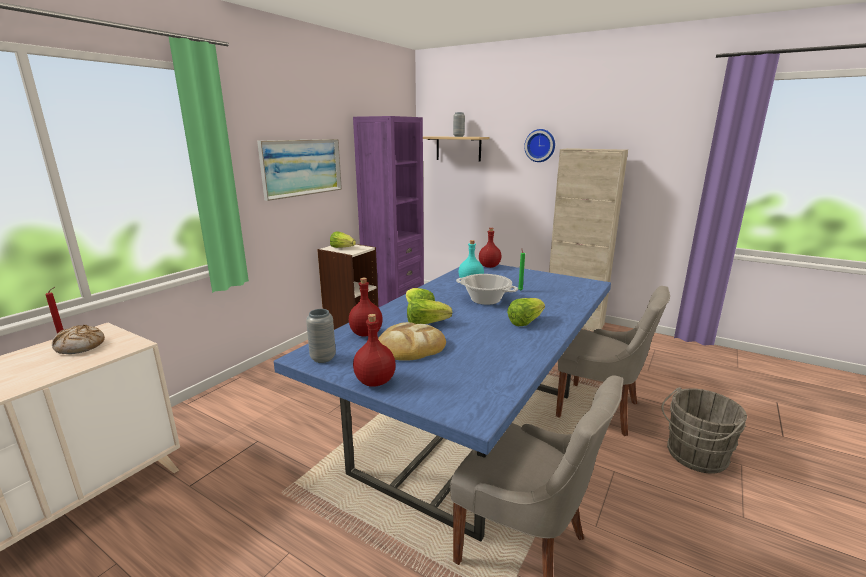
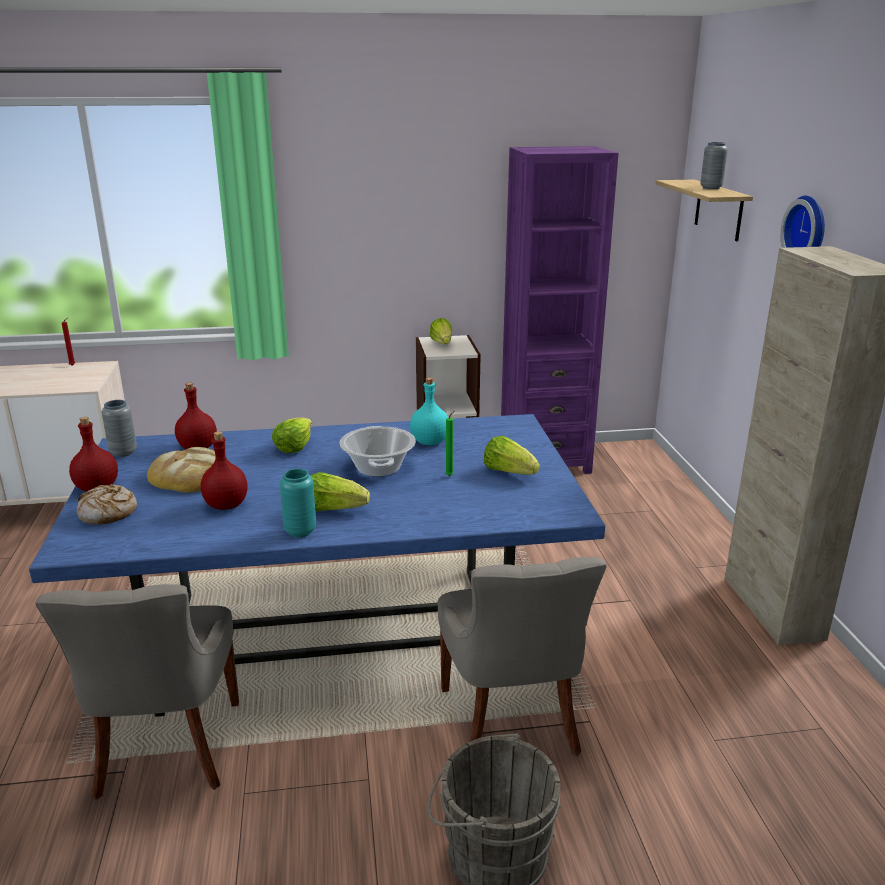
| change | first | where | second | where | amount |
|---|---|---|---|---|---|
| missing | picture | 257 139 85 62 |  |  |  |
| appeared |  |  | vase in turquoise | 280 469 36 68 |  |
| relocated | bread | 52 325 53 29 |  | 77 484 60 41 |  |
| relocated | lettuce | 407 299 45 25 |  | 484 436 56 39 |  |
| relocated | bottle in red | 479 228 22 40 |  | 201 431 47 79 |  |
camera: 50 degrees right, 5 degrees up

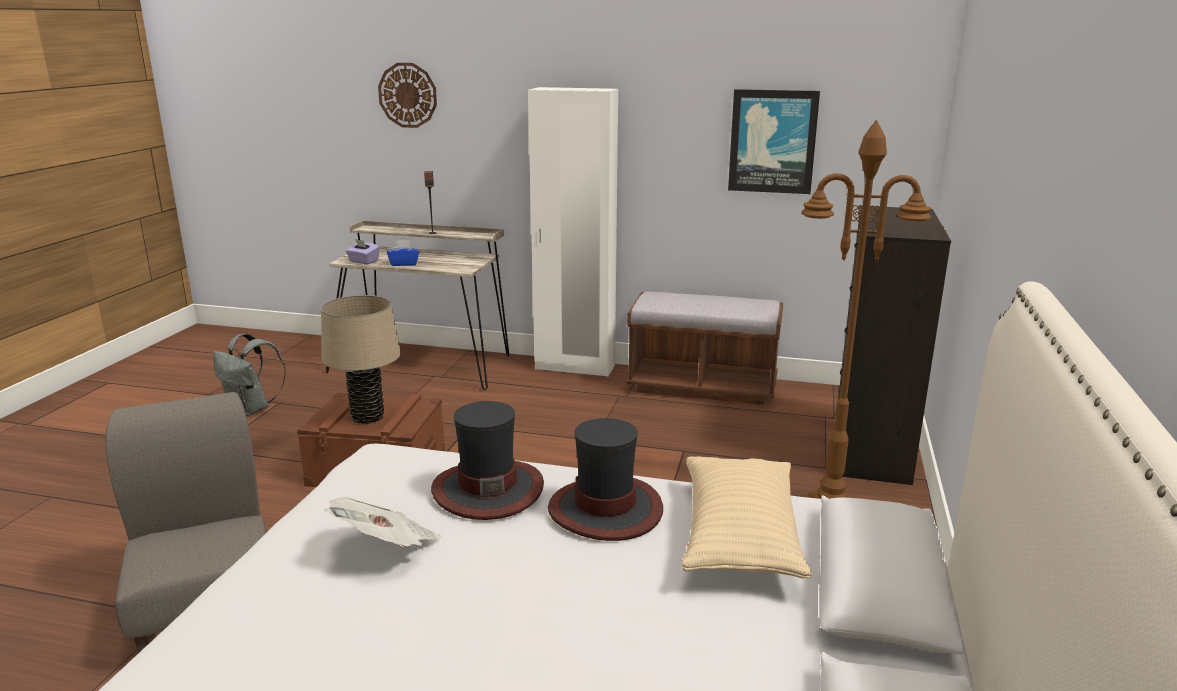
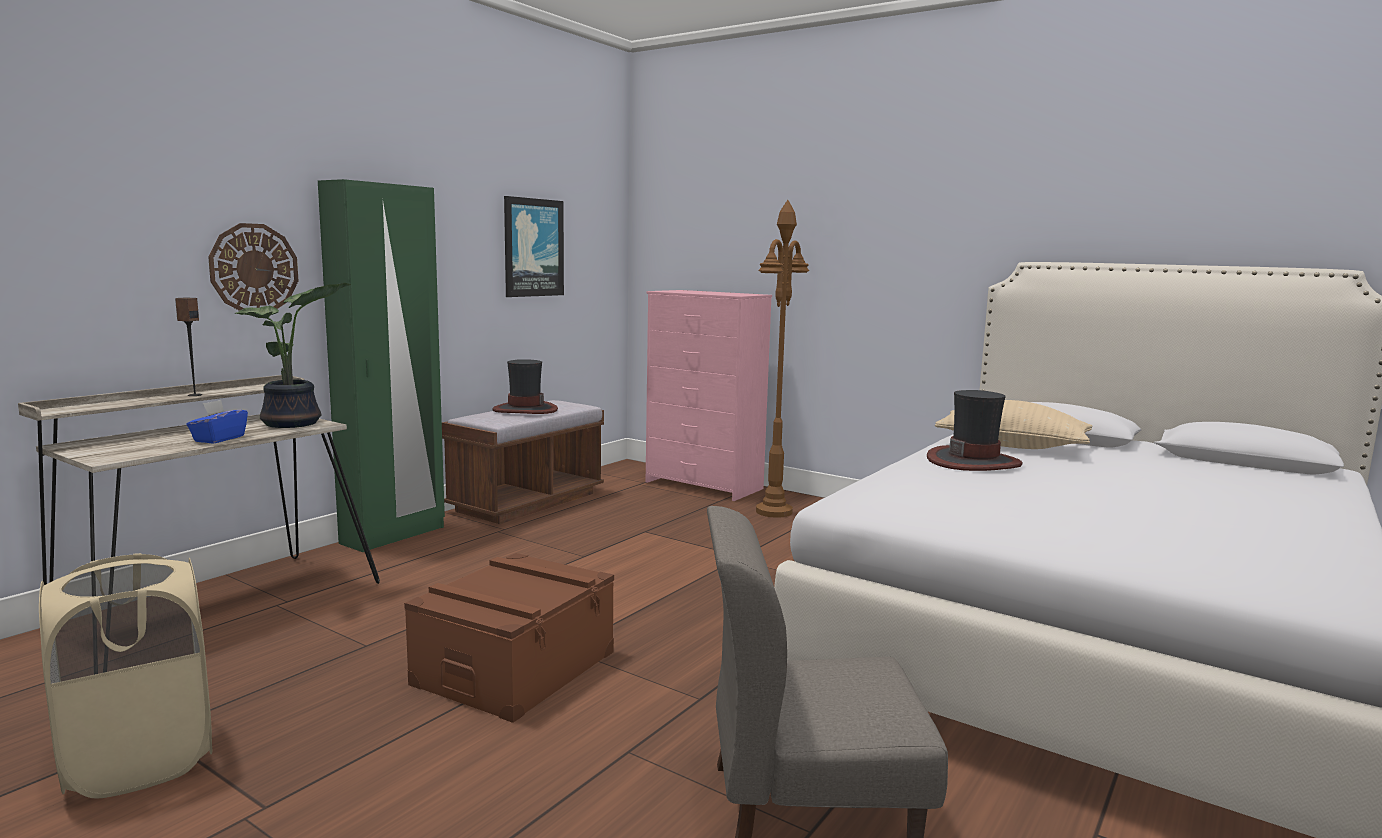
| change | first | where | second | where | amount |
|---|---|---|---|---|---|
| missing | table lamp in beige | 321 295 80 129 |  |  |  |
| missing | newspaper | 325 497 116 50 |  |  |  |
| missing | tissue box in purple | 346 239 34 26 |  |  |  |
| appeared |  |  | potted plant | 234 283 117 145 |  |
| relocated | wall clock | 378 63 59 65 |  | 208 223 90 88 |  |
| relocated | hat | 431 401 113 119 |  | 493 359 65 55 |  |
| exchanged | backpack in grey | 213 333 73 83 | laundry basket in beige | 39 553 173 246 |  |
| colour | wardrobe in white | 528 87 90 290 | wardrobe in green | 318 179 127 373 |  |
| colour | dresser in black | 835 206 116 279 | dresser in pink | 646 290 126 211 |  |
camera: 70 degrees left, 10 degrees down

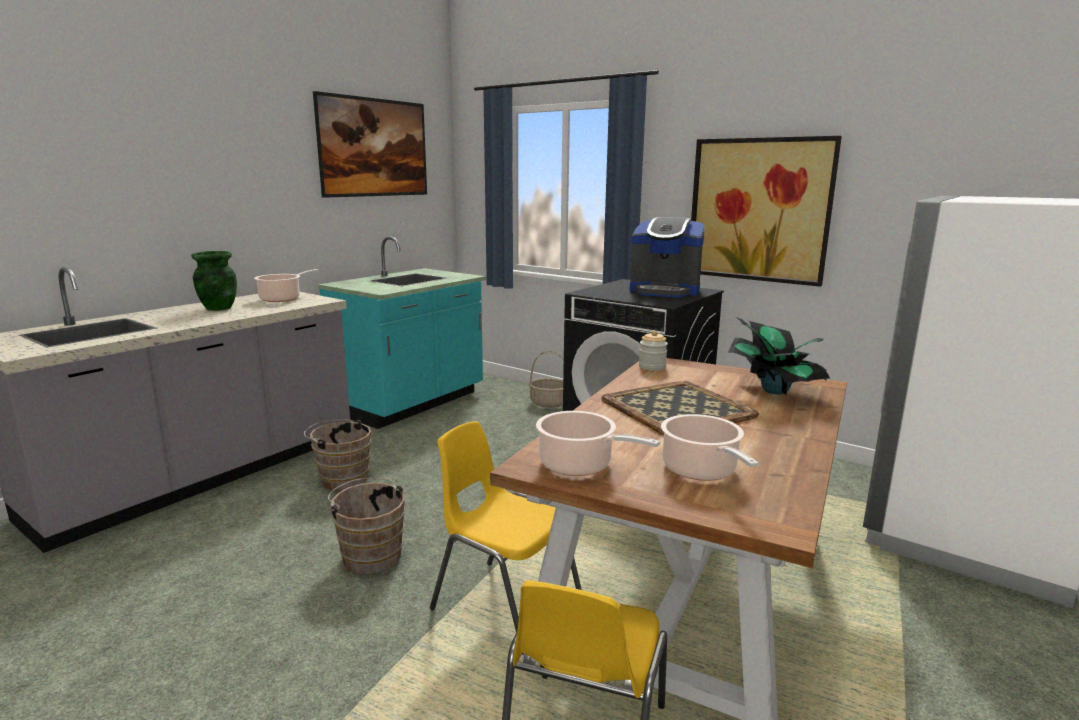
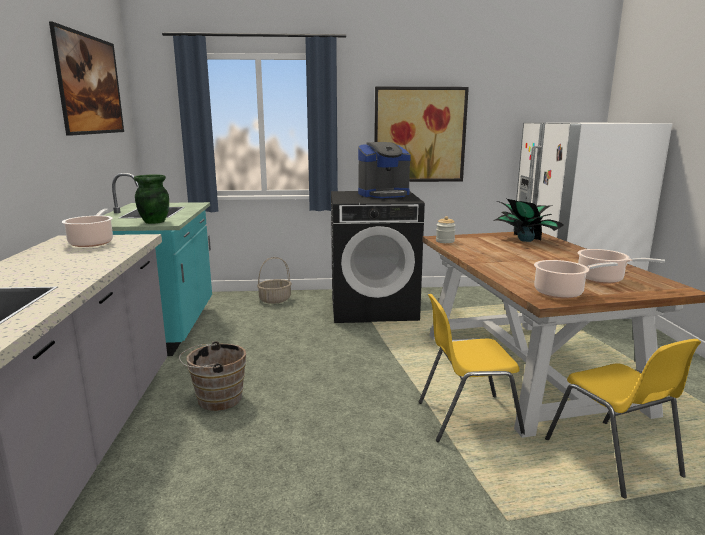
| change | first | where | second | where | amount |
|---|---|---|---|---|---|
| missing | bucket in brown | 328 478 77 96 |  |  |  |
| missing | tray | 601 381 158 54 |  |  |  |
| relocated | vase in green | 191 251 46 60 |  | 134 174 35 50 |  |
camera: 40 degrees left, 0 degrees up

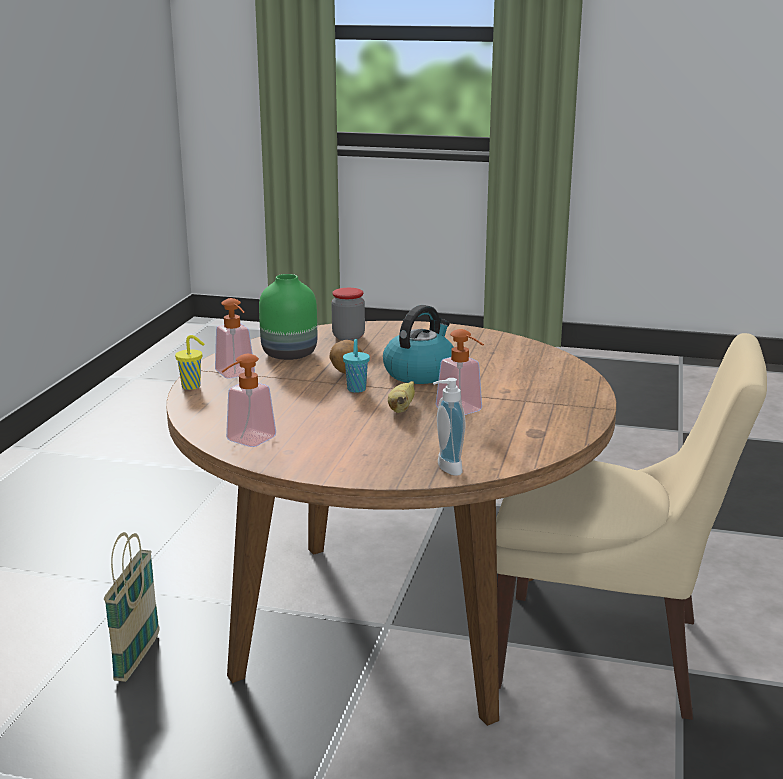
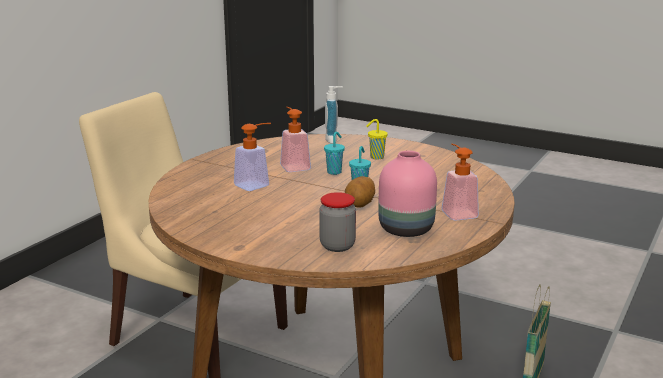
| change | first | where | second | where | amount |
|---|---|---|---|---|---|
| missing | kettle | 383 305 71 79 |  |  |  |
| relocated | cup in yellow | 175 335 29 55 |  | 366 119 22 40 |  |
| relocated | soap dispenser | 222 354 54 93 |  | 234 123 37 68 |  |
| exchanged | banana | 388 381 27 32 | cup in turquoise | 324 132 21 43 |  |
| colour | vase in green | 259 274 58 86 | vase in pink | 378 151 59 86 |  |
camera: 165 degrees left, 0 degrees up

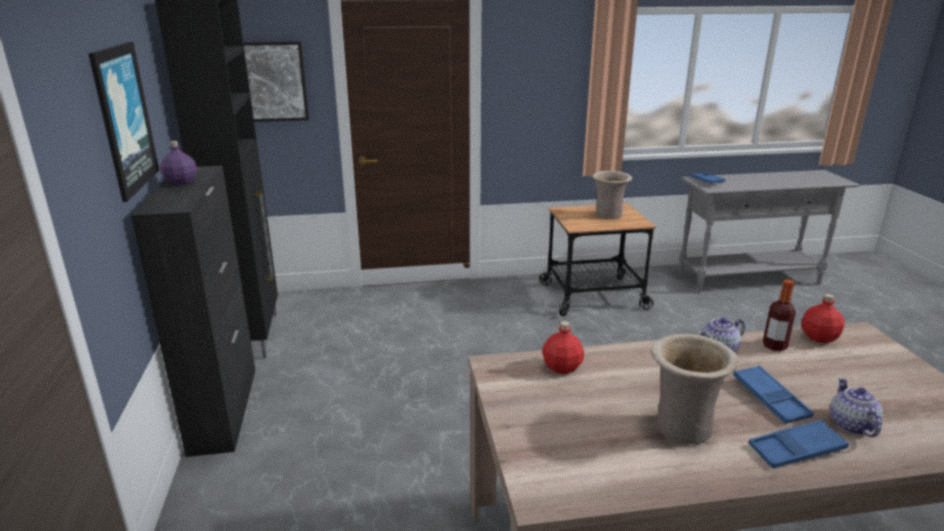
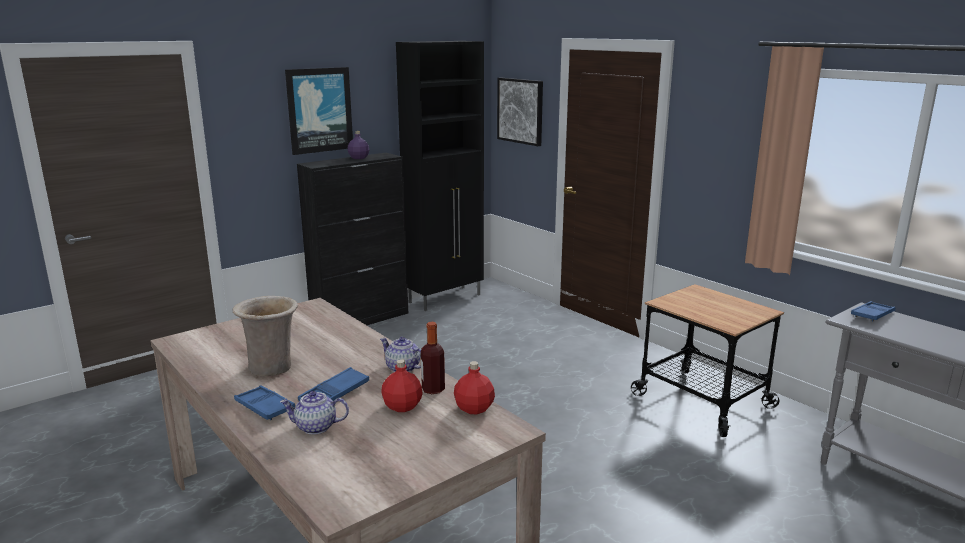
| change | first | where | second | where | amount |
|---|---|---|---|---|---|
| missing | vase in beige | 592 171 40 49 |  |  |  |
| relocated | bottle in red | 542 321 42 53 |  | 381 359 42 53 |  |
| spun | teapot | 830 377 53 60 |  | 280 391 69 44 | 150 degrees counterclockwise |
camera: 60 degrees right, 5 degrees down

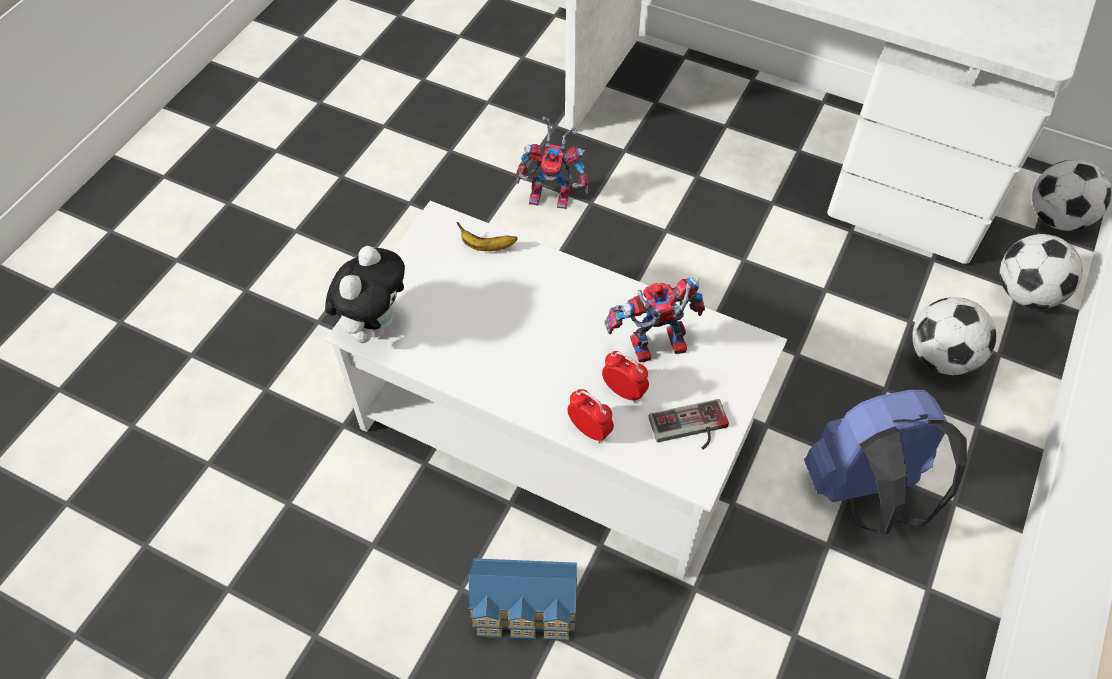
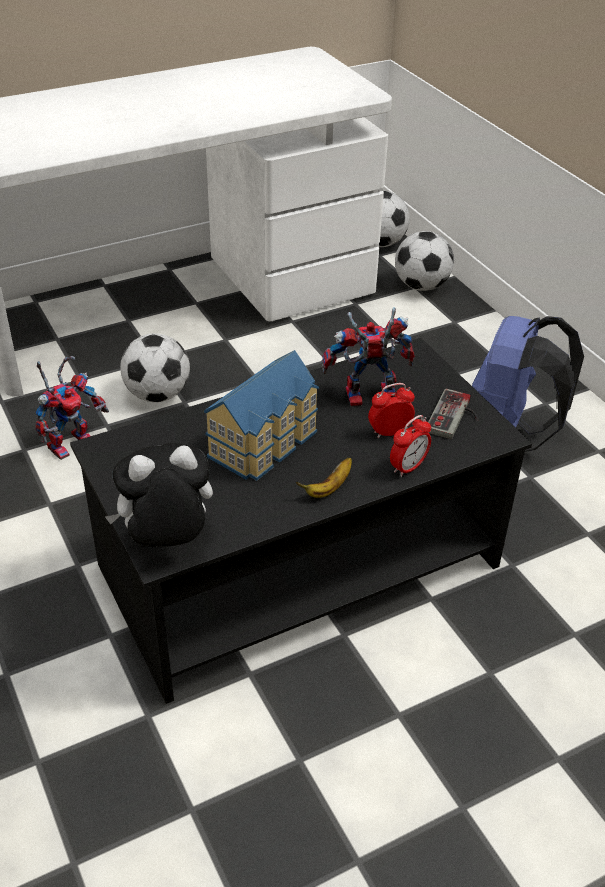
| change | first | where | second | where | amount |
|---|---|---|---|---|---|
| relocated | banana | 457 222 61 29 |  | 296 458 56 40 |  |
| relocated | toy house | 468 558 109 83 |  | 204 350 115 131 |  |
| relocated | football | 912 297 84 78 |  | 120 333 70 69 |  |
| colour | coffee table in white | 325 201 462 378 | coffee table in black | 70 338 462 366 |  |
| spun | plush toy | 325 246 80 97 |  | 105 443 108 104 | 75 degrees counterclockwise |
| spun | alarm clock | 568 389 46 54 |  | 390 415 41 62 | 150 degrees clockwise |
| spun | toy robot | 604 277 101 85 |  | 321 307 94 100 | 60 degrees clockwise |
camera: 55 degrees left, 15 degrees down

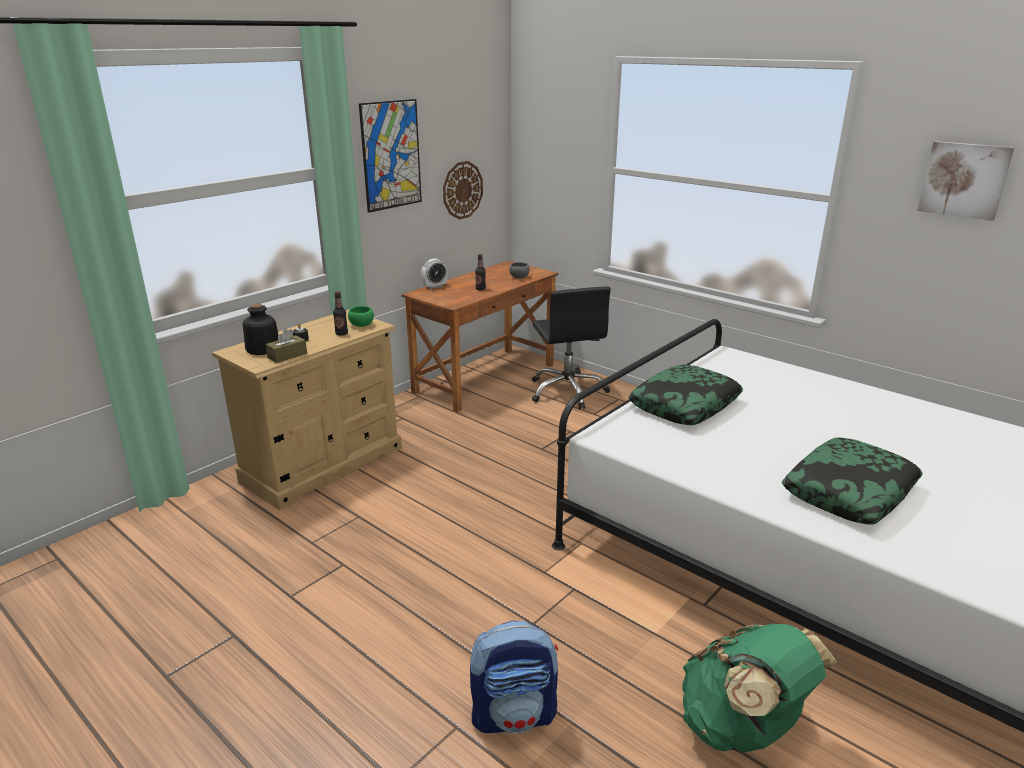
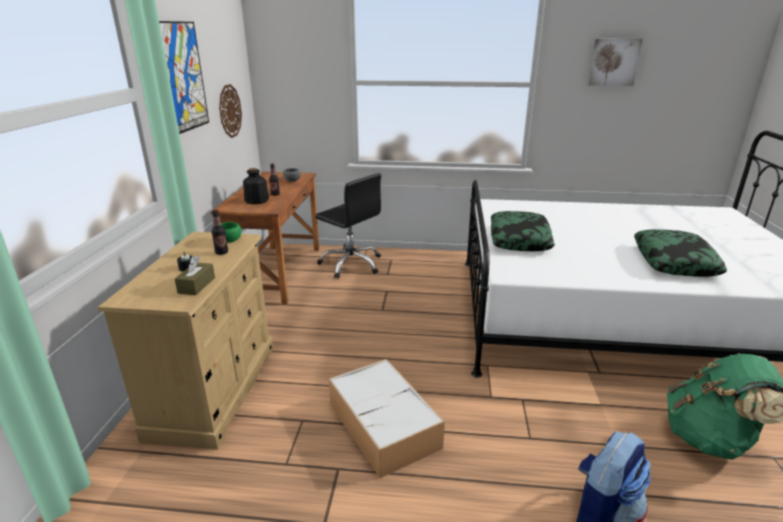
| change | first | where | second | where | amount |
|---|---|---|---|---|---|
| missing | alarm clock | 421 258 26 31 |  |  |  |
| appeared |  |  | storage box | 329 359 116 119 |  |
| relocated | bottle | 243 304 35 51 |  | 243 168 26 36 |  |
camera: 35 degrees left, 0 degrees up

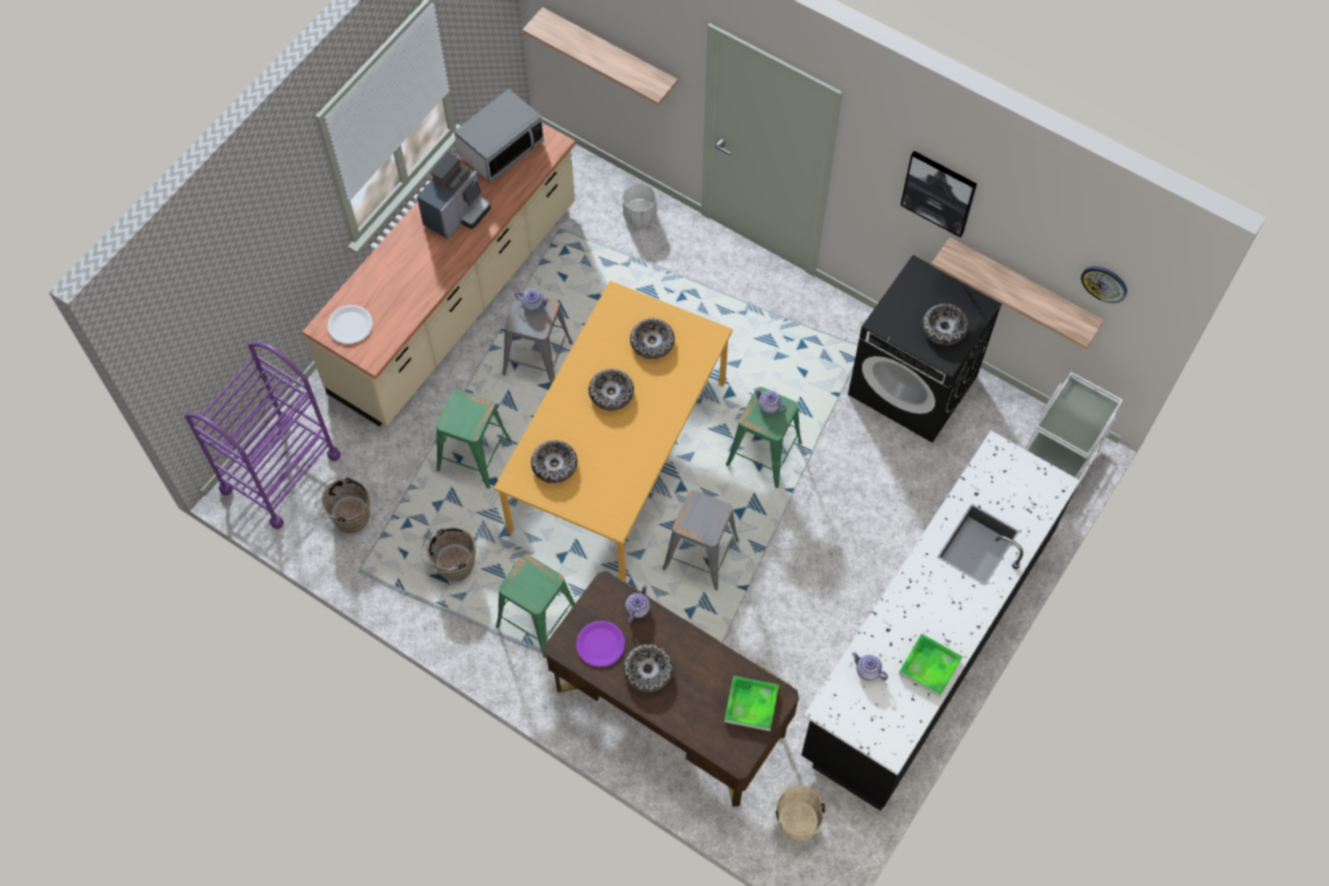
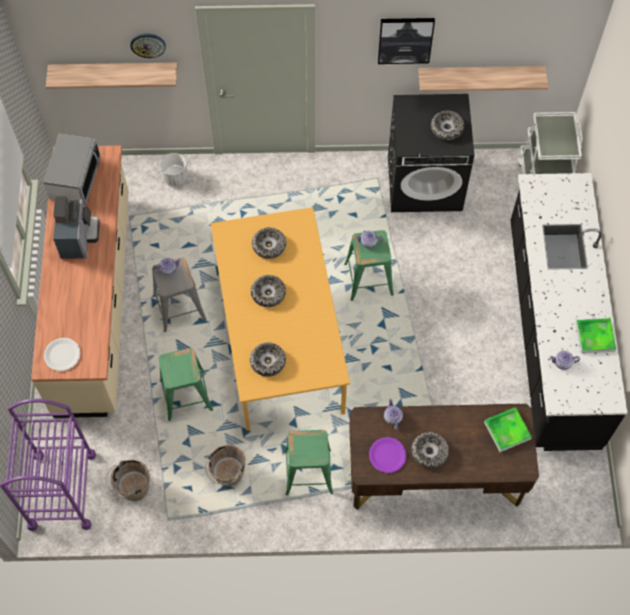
| change | first | where | second | where | amount |
|---|---|---|---|---|---|
| missing | stool in grey | 662 490 77 100 |  |  |  |
| missing | bucket in beige | 773 785 55 59 |  |  |  |
| relocated | wall clock | 1081 266 46 37 |  | 130 33 36 25 |  |
camera: 35 degrees left, 0 degrees up

